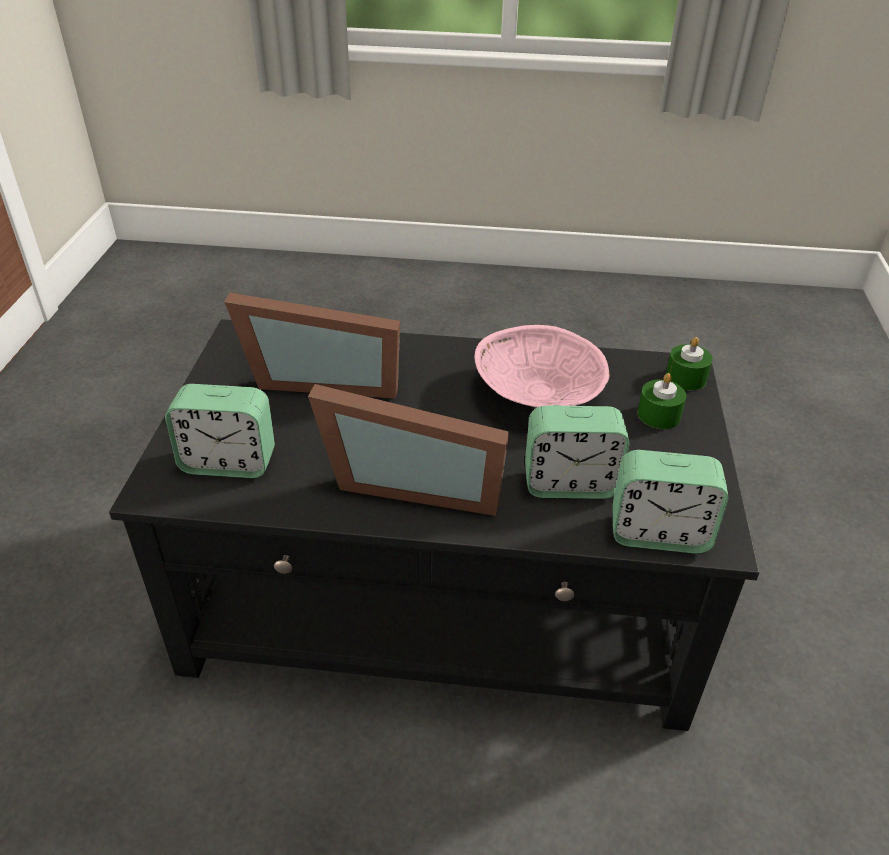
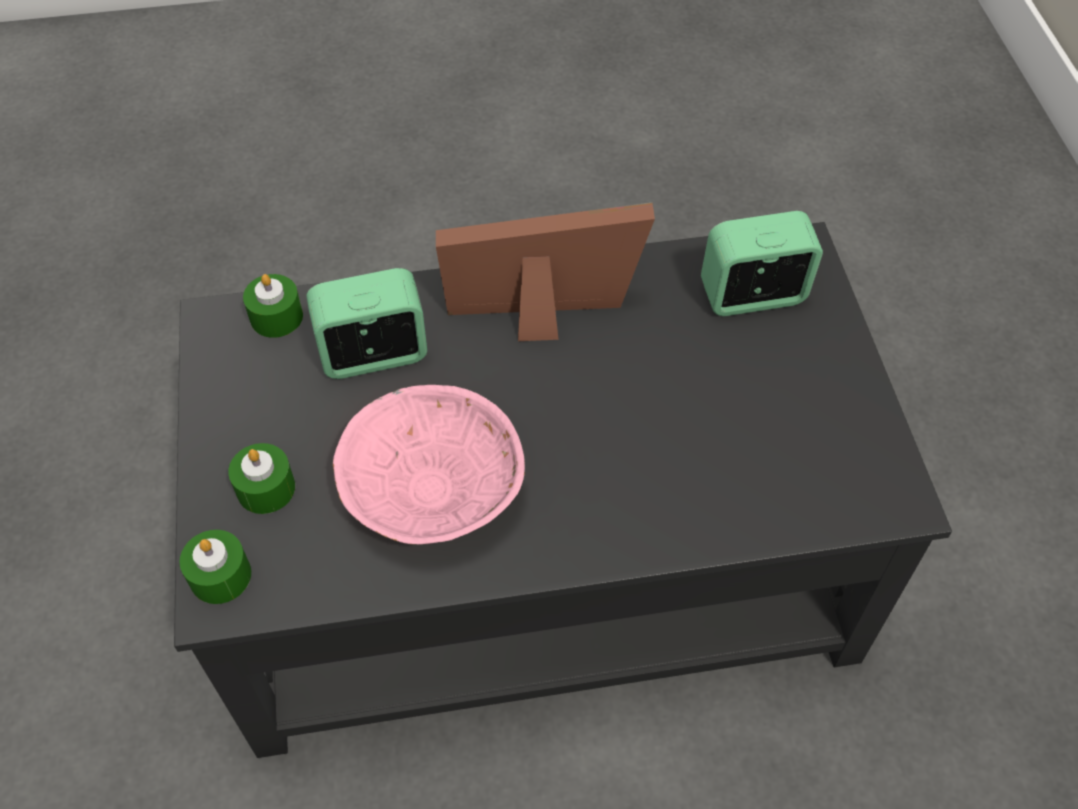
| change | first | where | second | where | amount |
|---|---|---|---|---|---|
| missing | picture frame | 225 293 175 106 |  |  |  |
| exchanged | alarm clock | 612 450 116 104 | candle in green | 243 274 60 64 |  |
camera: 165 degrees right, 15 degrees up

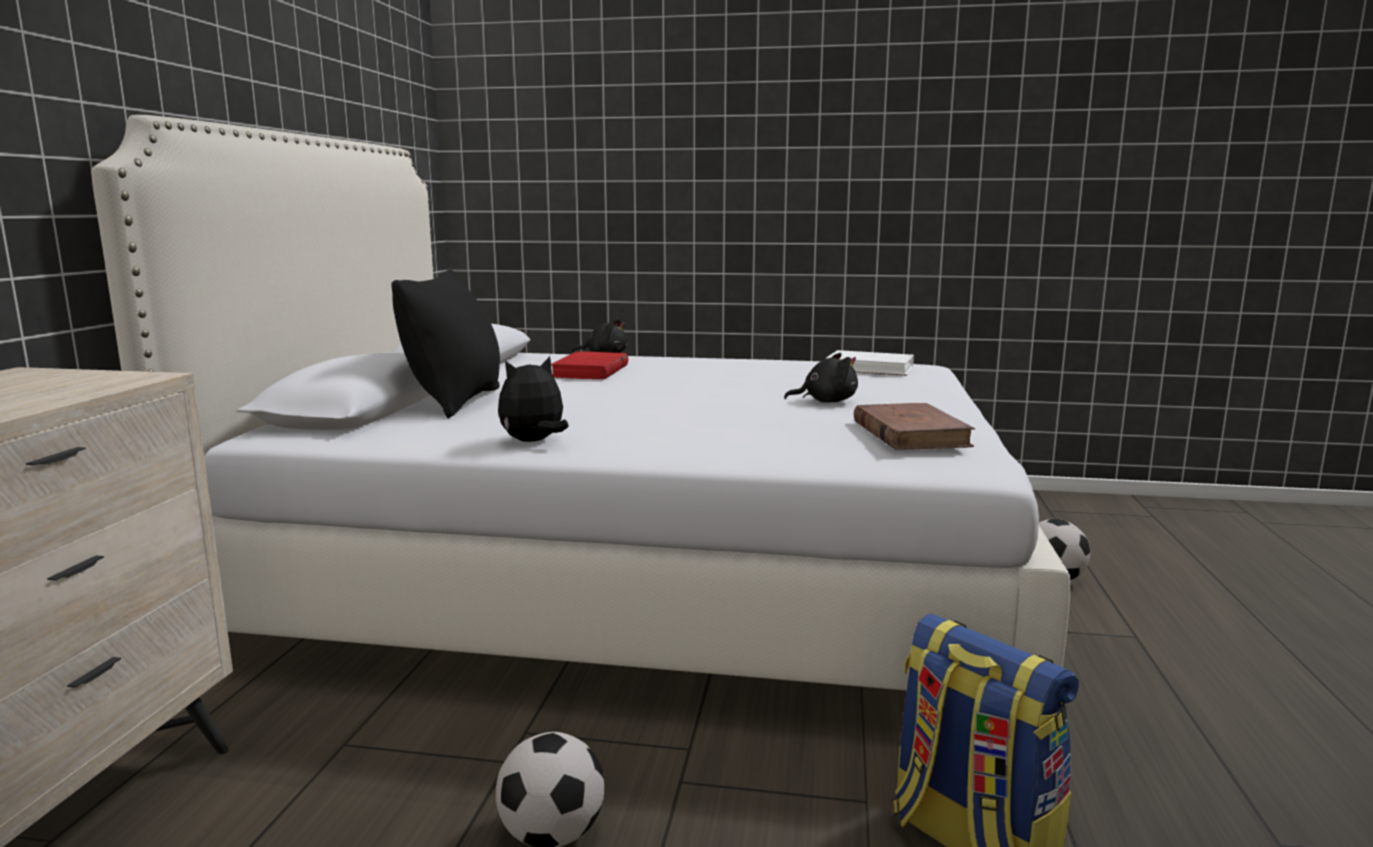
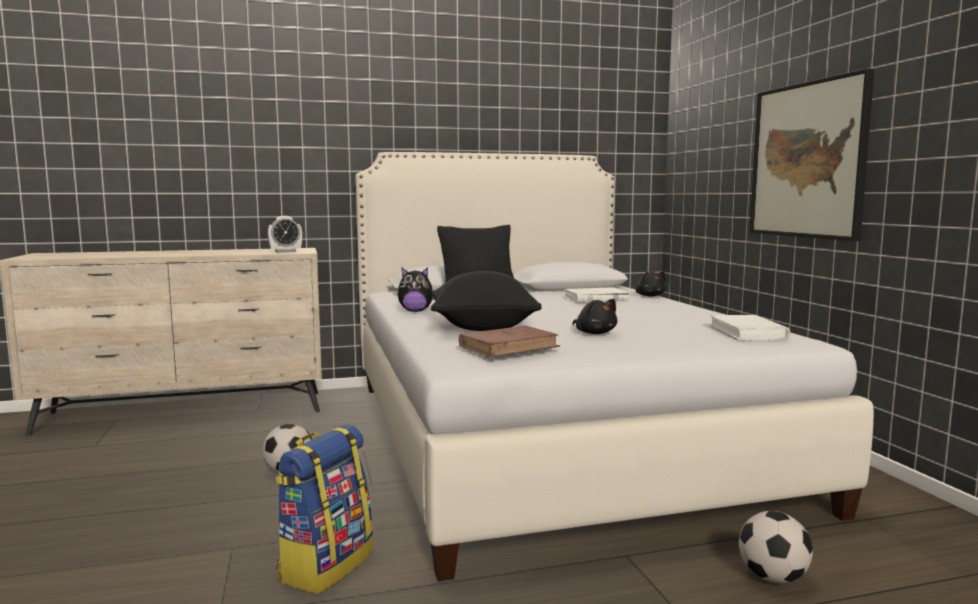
| change | first | where | second | where | amount |
|---|---|---|---|---|---|
| appeared |  |  | alarm clock | 268 216 34 37 |  |
| appeared |  |  | pillow in black | 431 271 111 60 |  |
| appeared |  |  | picture | 750 68 125 173 |  |
| colour | book in red | 551 351 77 28 | book in white | 563 287 66 16 |  |
| spun | plush toy | 498 356 71 86 |  | 398 267 36 45 | 150 degrees clockwise |
camera: 65 degrees right, 5 degrees down

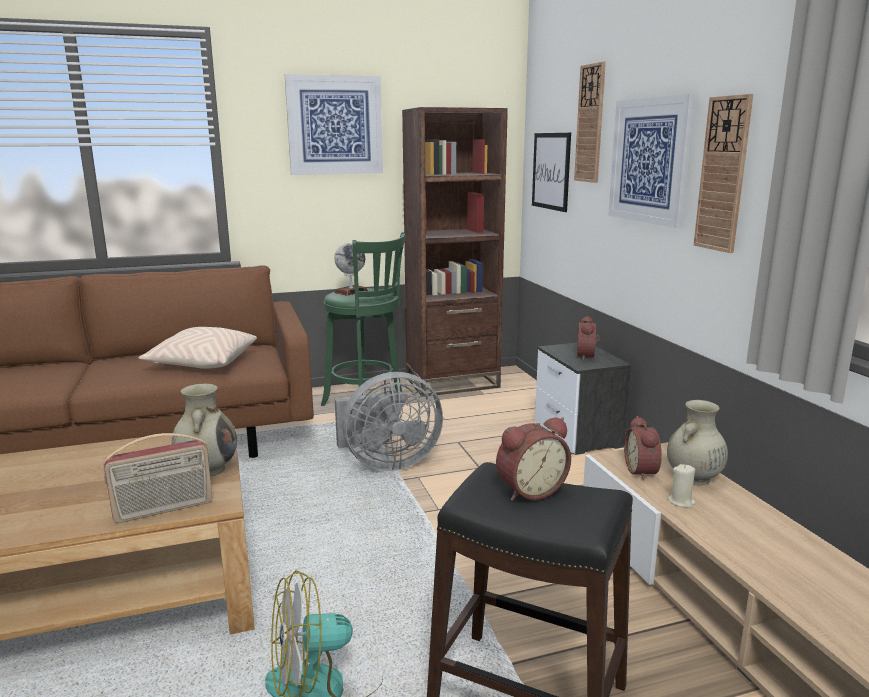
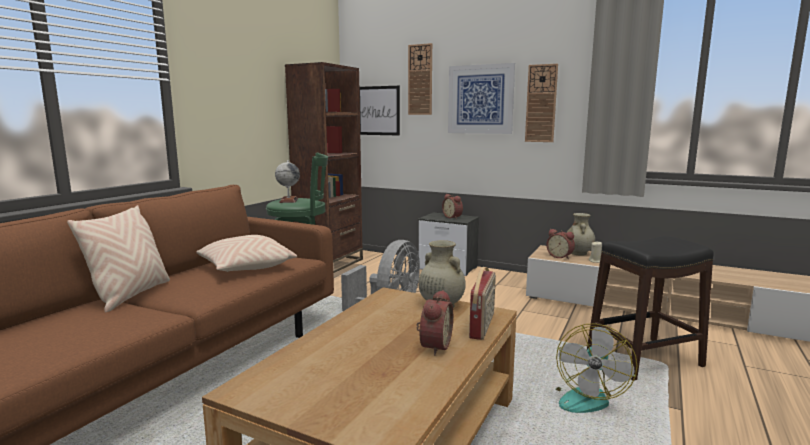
| change | first | where | second | where | amount |
|---|---|---|---|---|---|
| missing | picture | 285 74 98 101 |  |  |  |
| appeared |  |  | pillow in beige | 67 205 103 107 |  |
| relocated | alarm clock | 496 417 75 84 |  | 417 290 36 65 |  |
camera: 45 degrees left, 5 degrees down

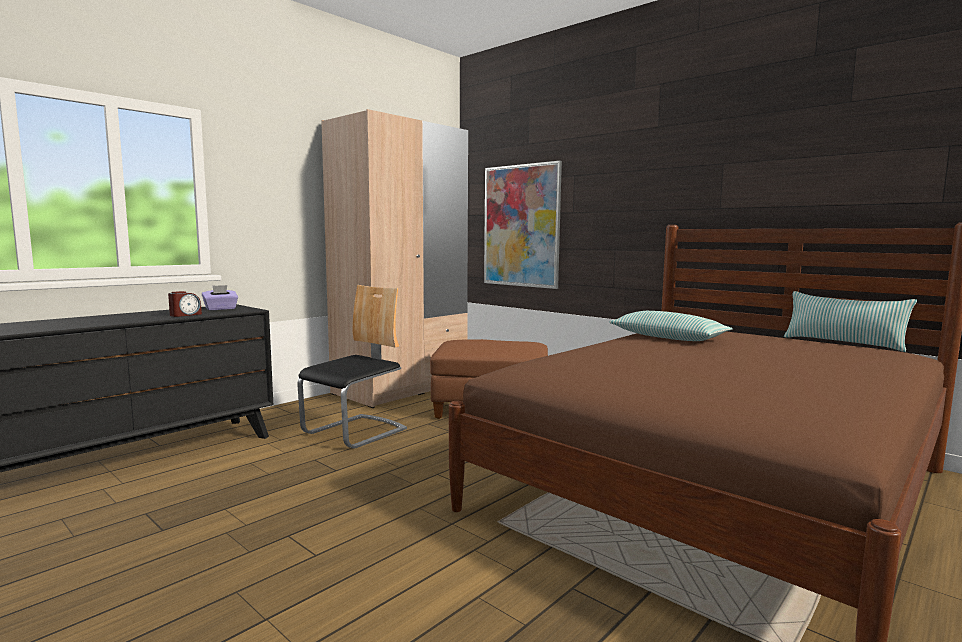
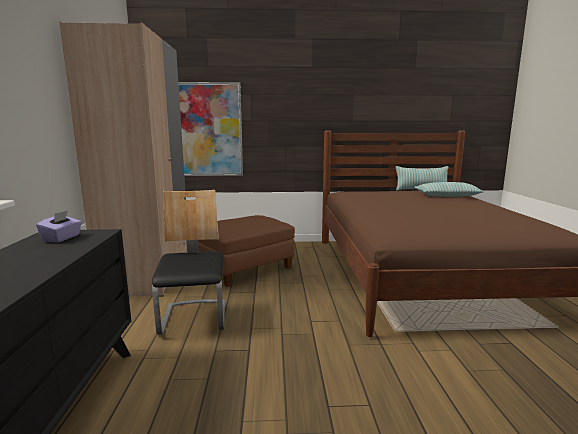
| change | first | where | second | where | amount |
|---|---|---|---|---|---|
| missing | alarm clock | 168 291 34 26 |  |  |  |
| relocated | pillow | 609 311 124 30 |  | 415 182 69 15 |  |
camera: 45 degrees left, 5 degrees up

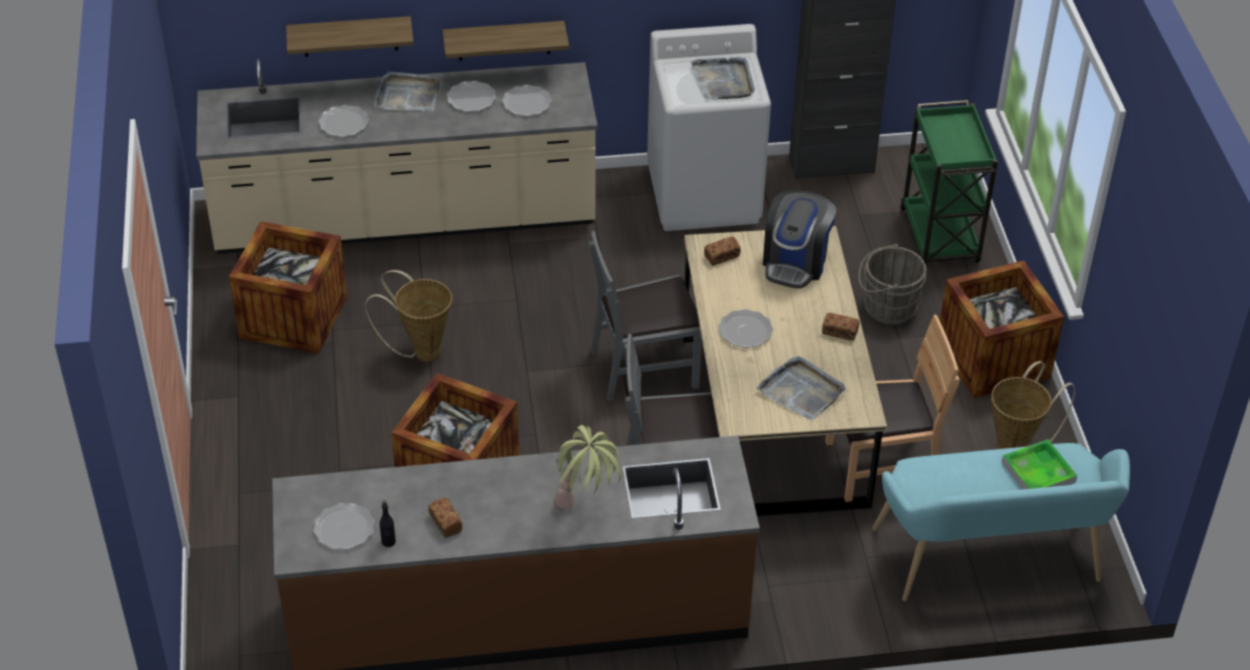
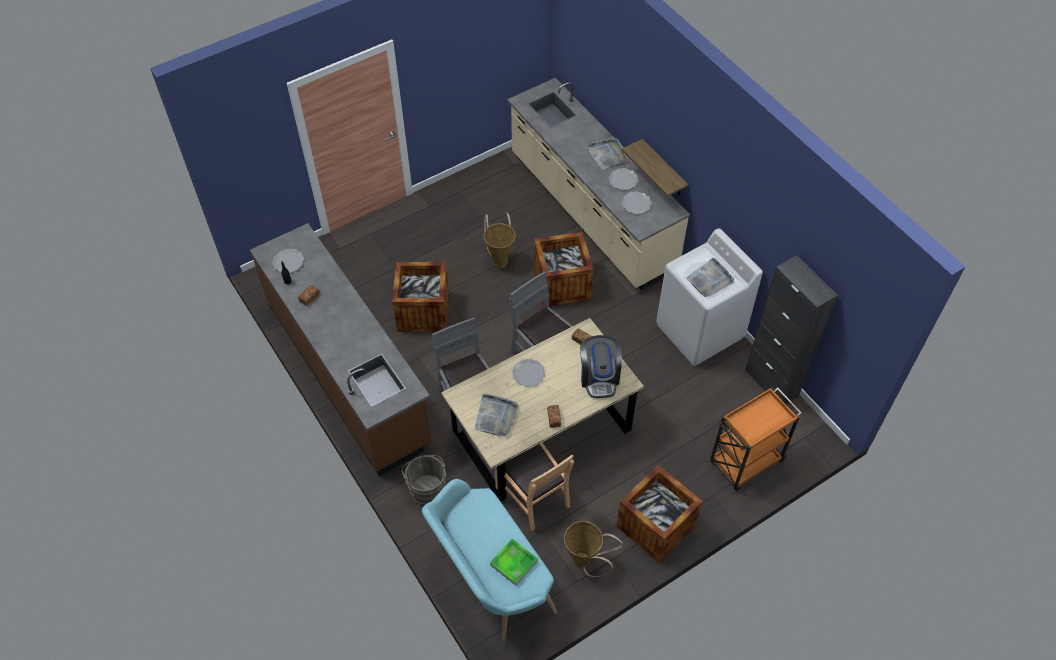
| change | first | where | second | where | amount |
|---|---|---|---|---|---|
| missing | shelf | 286 16 128 41 |  |  |  |
| missing | plate | 318 105 51 32 |  |  |  |
| missing | potted plant | 554 425 67 85 |  |  |  |
| relocated | crate | 229 221 118 133 |  | 534 232 60 75 |  |
| relocated | bucket in grey | 859 244 68 81 |  | 402 455 44 50 |  |
| colour | cart in green | 901 100 97 164 | cart in orange | 710 387 92 104 |  |
| spun | coffee machine | 763 190 73 99 |  | 580 335 42 63 | 90 degrees counterclockwise |
camera: 65 degrees right, 10 degrees up

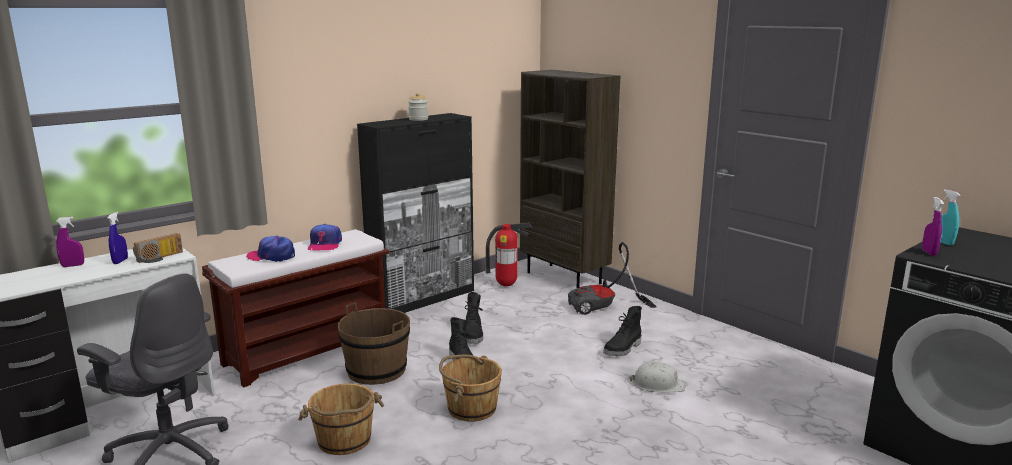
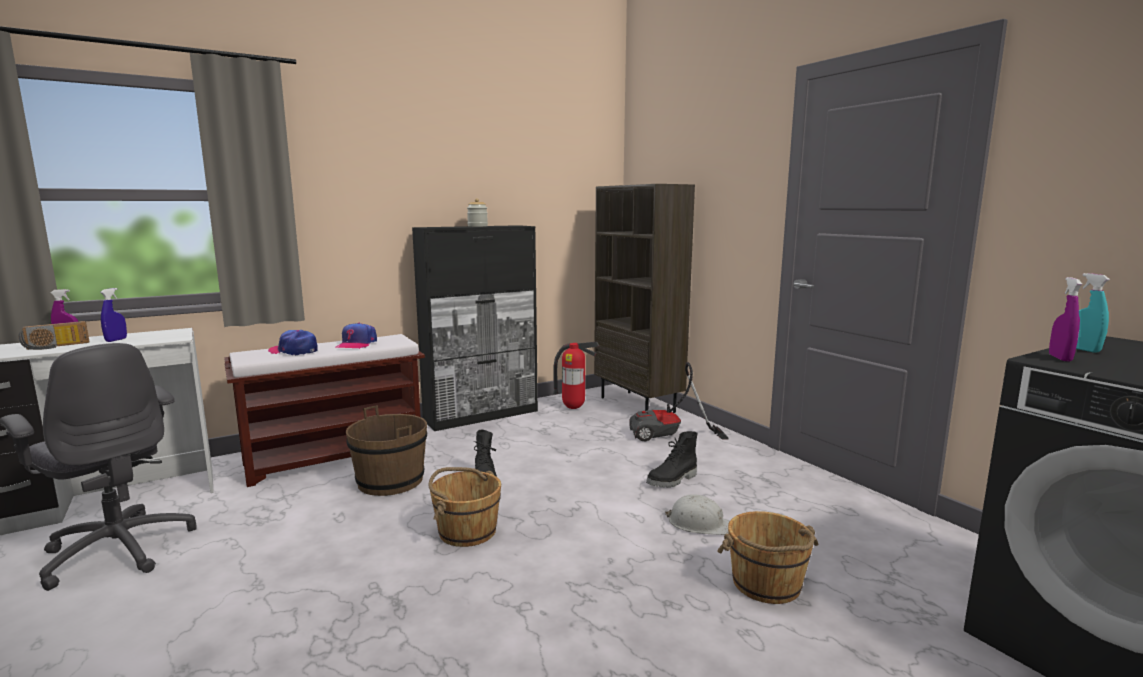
| change | first | where | second | where | amount |
|---|---|---|---|---|---|
| missing | boot in black | 465 292 18 52 |  |  |  |
| relocated | radio | 133 233 50 30 |  | 19 321 71 29 |  |
| relocated | bucket in brown | 298 383 86 72 |  | 717 511 101 93 |  |
camera: 10 degrees right, 5 degrees down

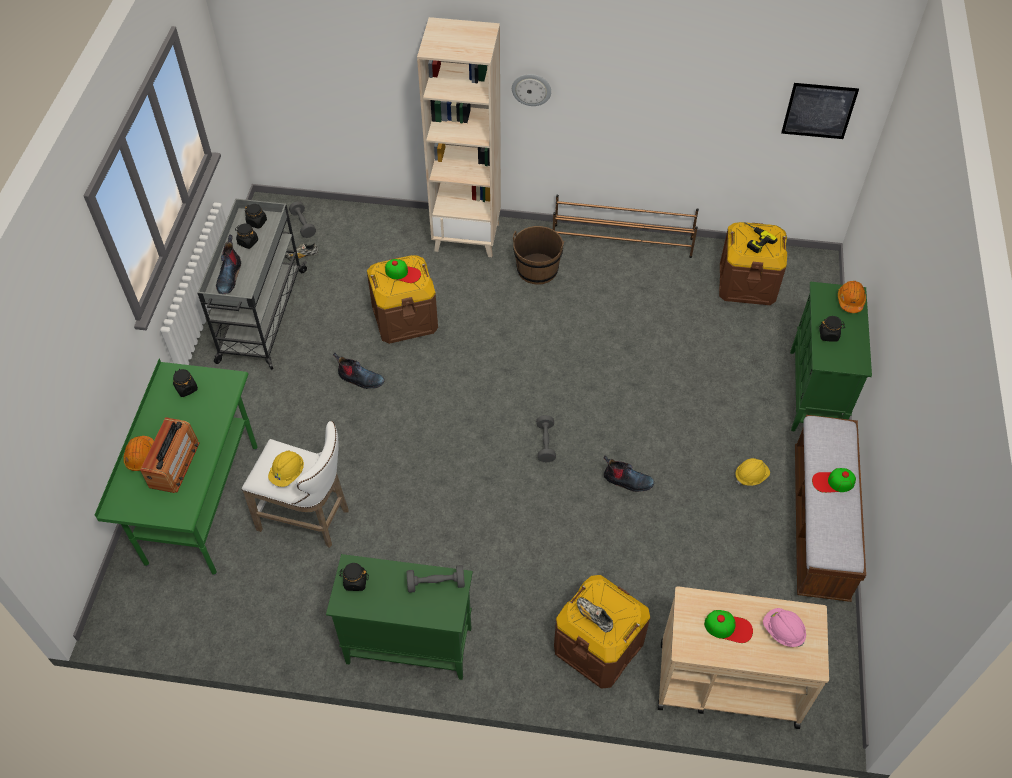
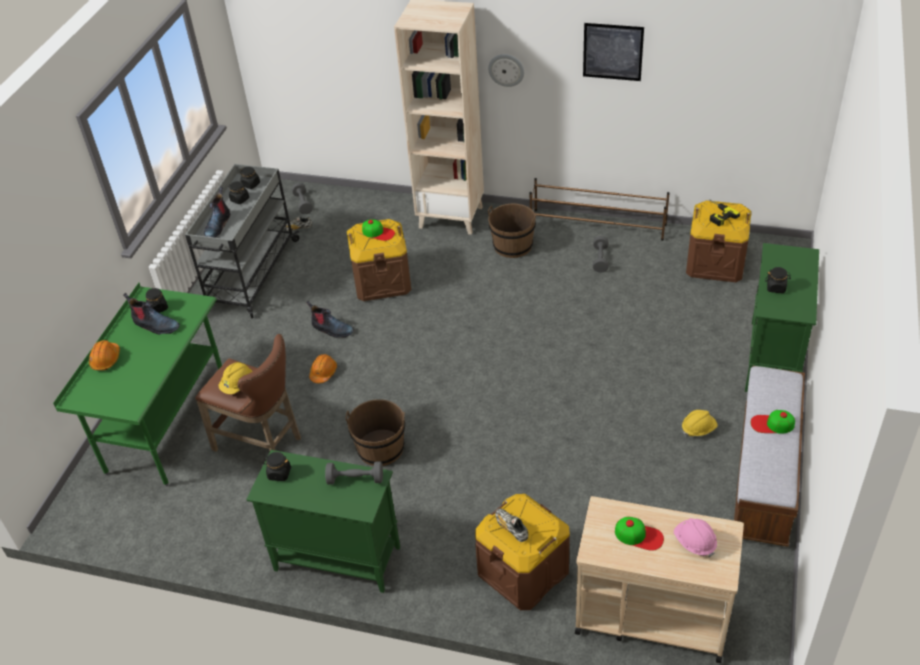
| change | first | where | second | where | amount |
|---|---|---|---|---|---|
| missing | radio | 140 417 60 76 |  |  |  |
| appeared |  |  | bucket in brown | 346 399 59 67 |  |
| relocated | dumbbell in grey | 536 415 20 47 |  | 593 236 16 37 |  |
| relocated | boot | 603 455 51 37 |  | 123 293 57 42 |  |
| relocated | picture | 781 83 78 56 |  | 583 23 61 58 |  |
| relocated | hard hat in orange | 838 281 28 32 |  | 309 354 28 29 |  |
| colour | stool in white | 242 421 107 127 | stool in brown | 195 334 106 118 |  |
camera: 10 degrees right, 10 degrees down

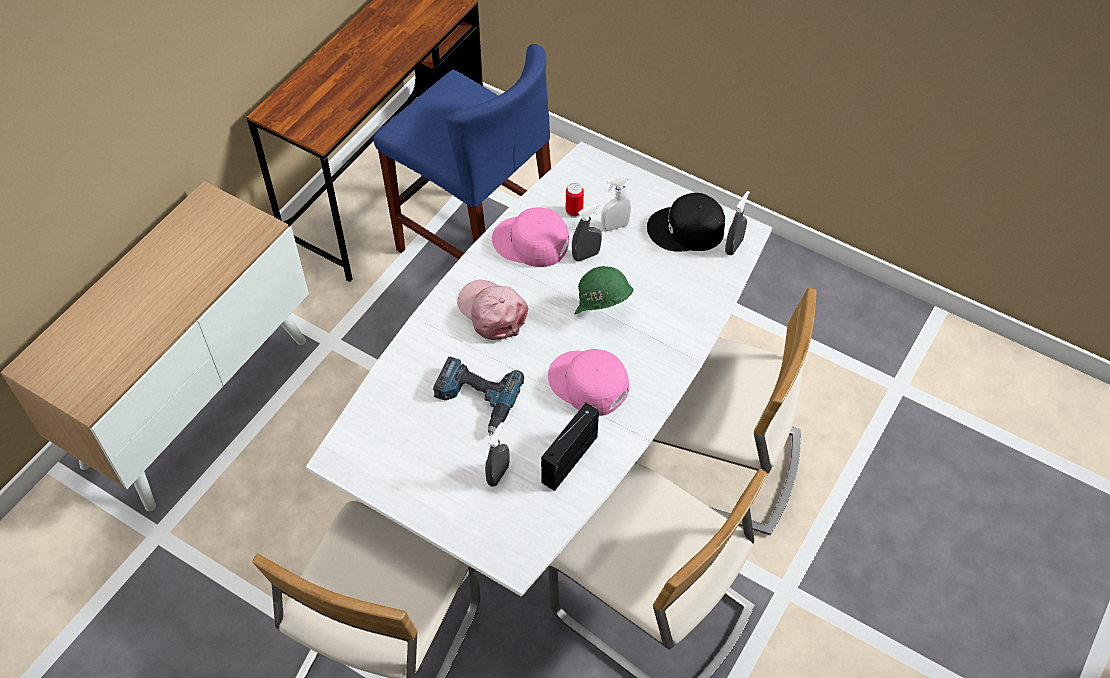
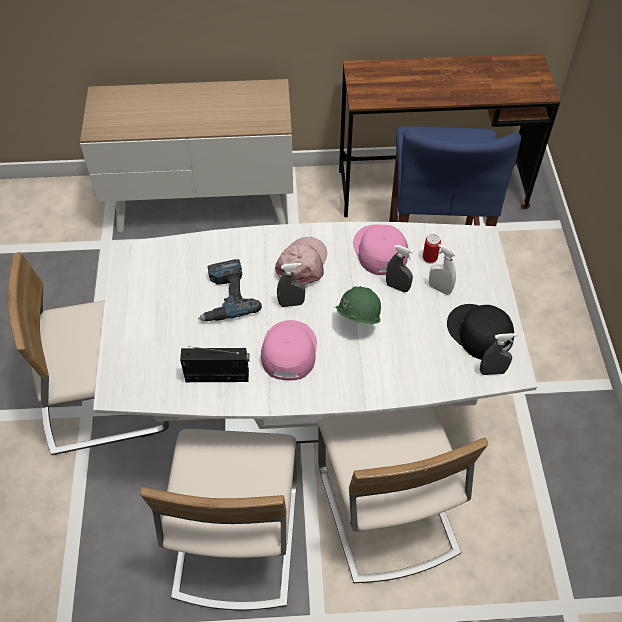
| change | first | where | second | where | amount |
|---|---|---|---|---|---|
| relocated | spray bottle in grey | 485 422 25 65 |  | 277 263 28 44 |  |
camera: 55 degrees right, 0 degrees up

